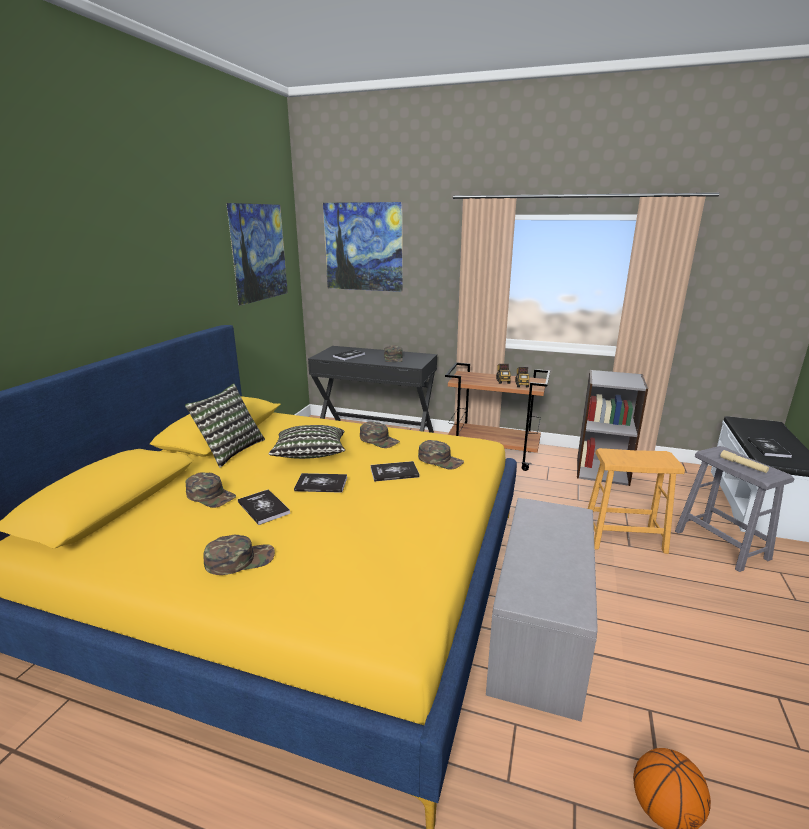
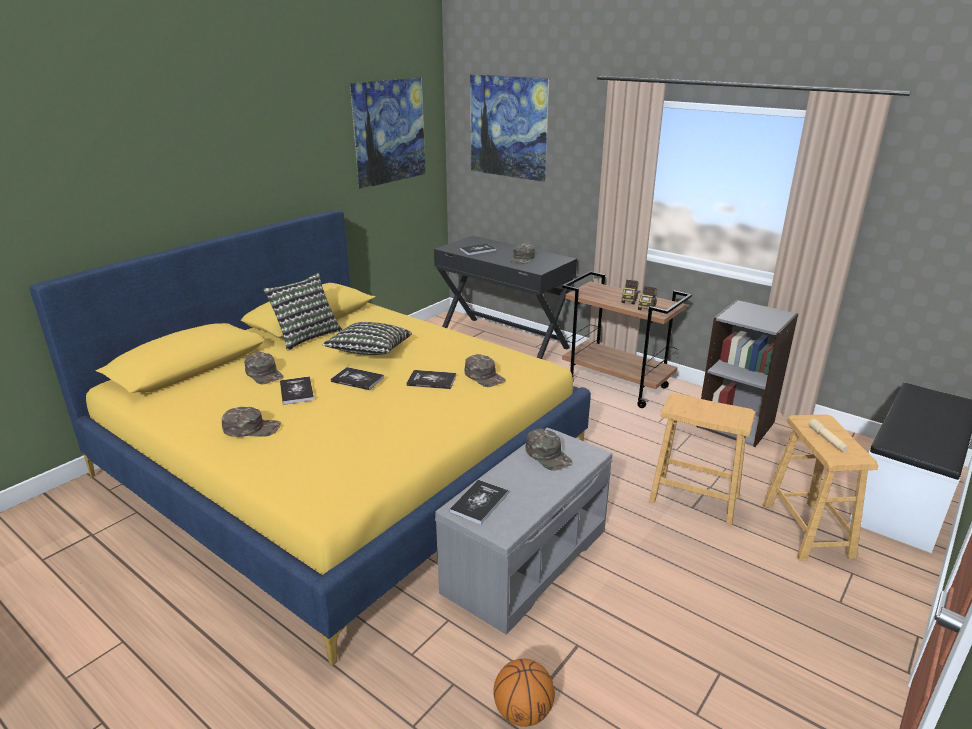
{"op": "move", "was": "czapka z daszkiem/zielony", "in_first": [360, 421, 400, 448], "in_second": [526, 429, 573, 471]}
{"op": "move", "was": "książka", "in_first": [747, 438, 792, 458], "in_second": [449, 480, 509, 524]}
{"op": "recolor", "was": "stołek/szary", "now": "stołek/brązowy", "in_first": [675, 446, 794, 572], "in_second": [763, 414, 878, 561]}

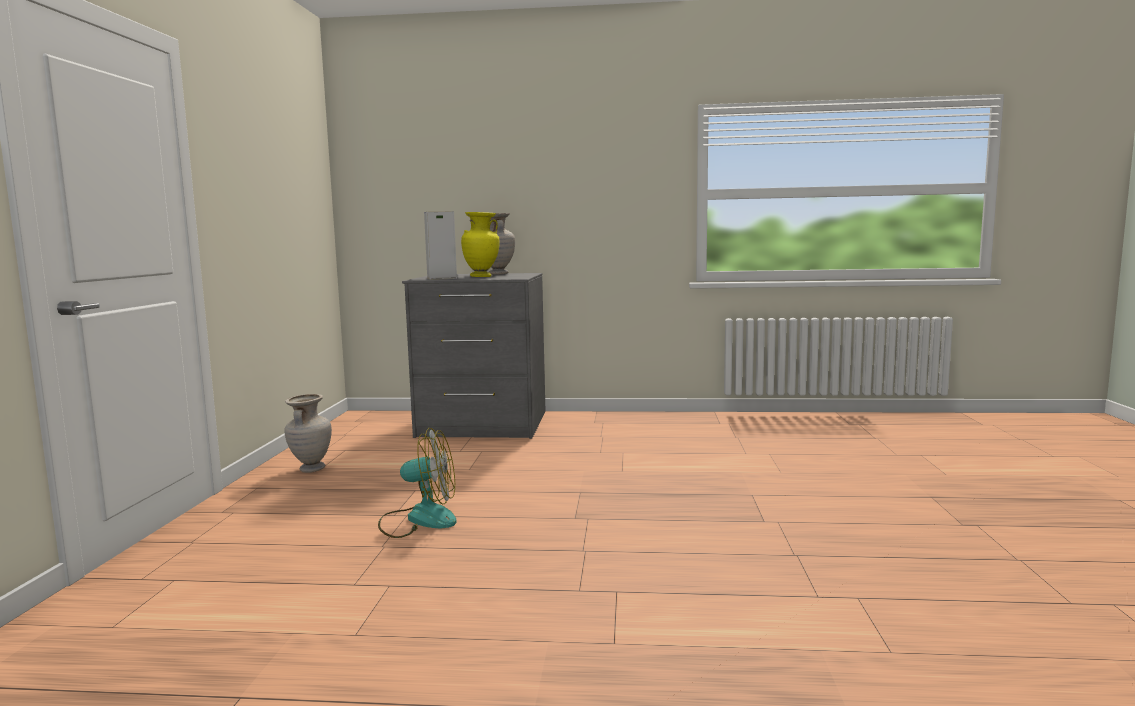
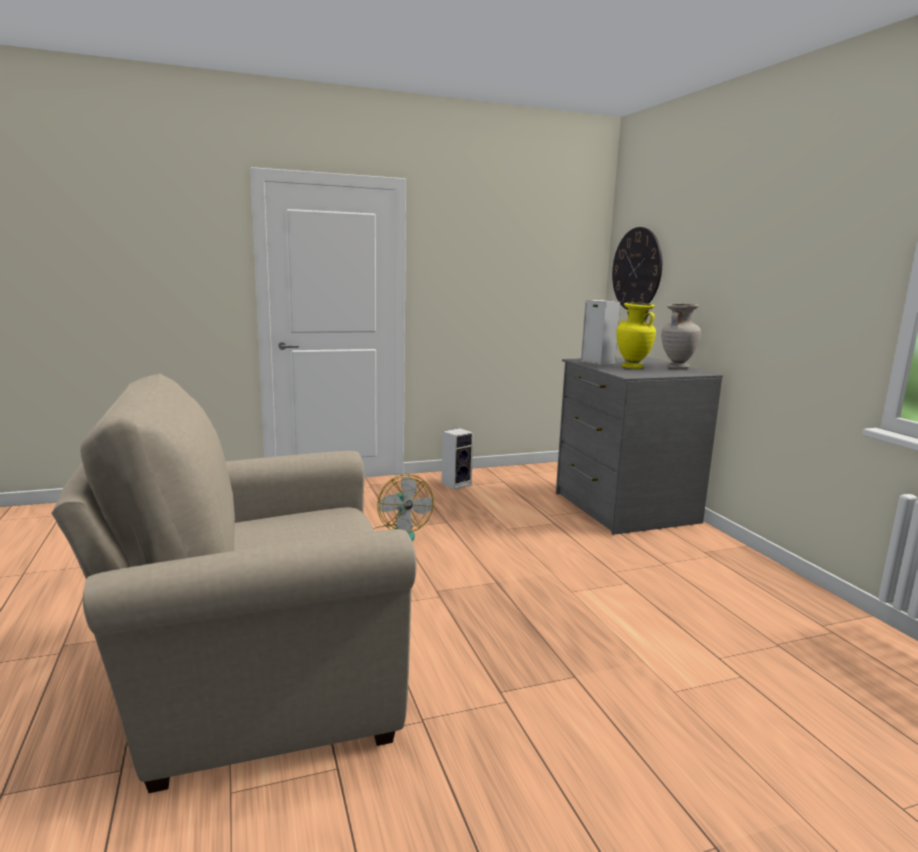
{"op": "insert", "now": "fotel/beżowy", "in_second": [51, 374, 417, 793]}
{"op": "insert", "now": "zegar ścienny", "in_second": [612, 227, 662, 310]}
{"op": "replace", "was": "wazon/beżowy", "now": "głośnik", "in_first": [284, 394, 332, 473], "in_second": [441, 428, 473, 490]}

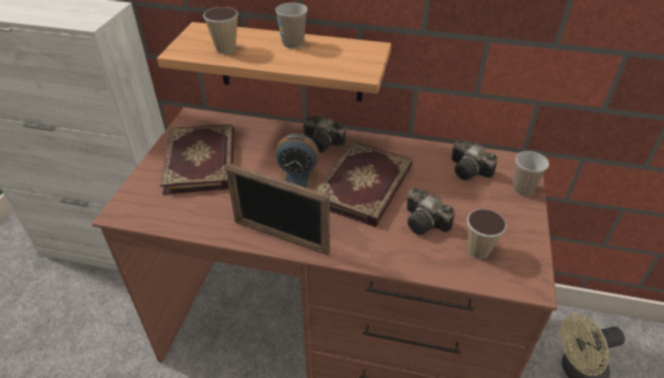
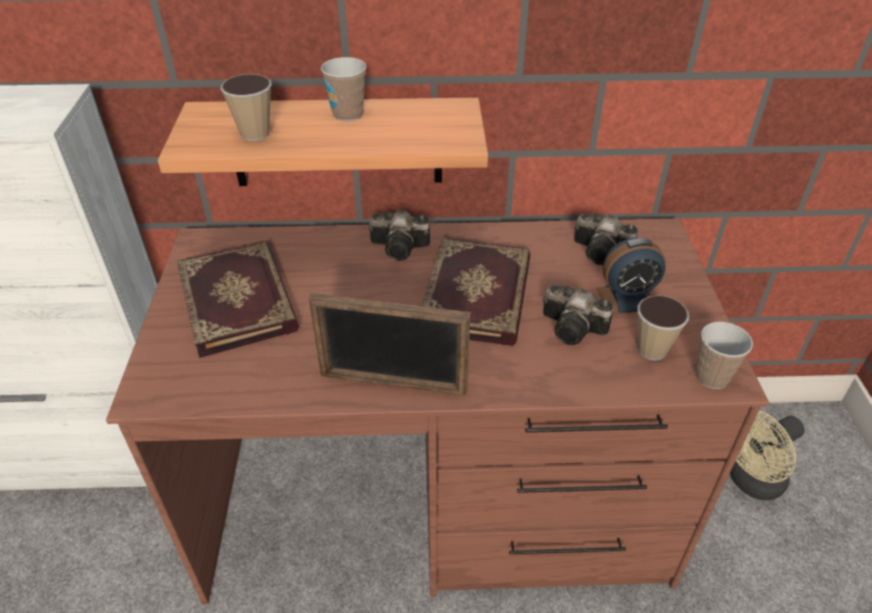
{"op": "move", "was": "budzik", "in_first": [275, 133, 319, 188], "in_second": [596, 238, 666, 314]}
{"op": "move", "was": "filiżanka", "in_first": [512, 151, 549, 196], "in_second": [696, 322, 753, 389]}

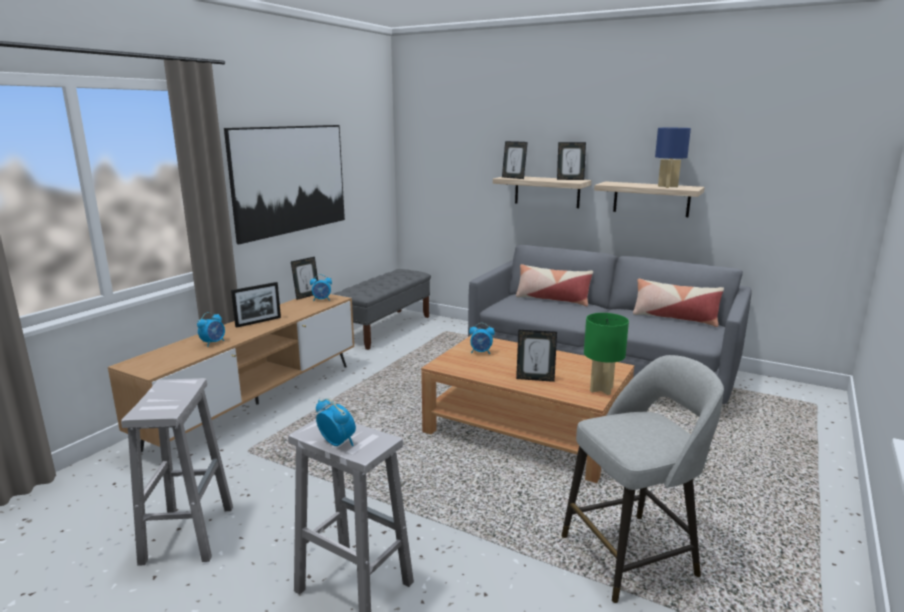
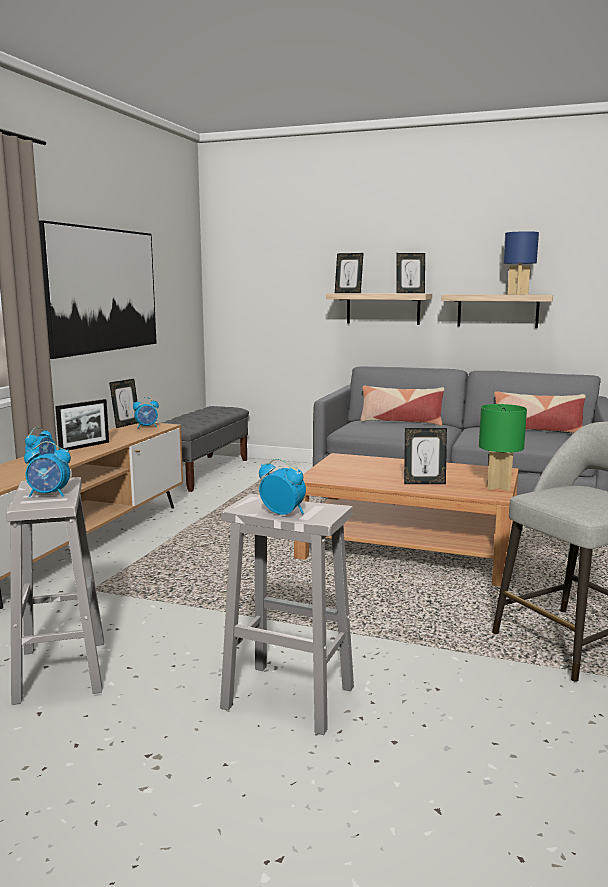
{"op": "move", "was": "budzik", "in_first": [469, 323, 495, 354], "in_second": [24, 441, 71, 497]}

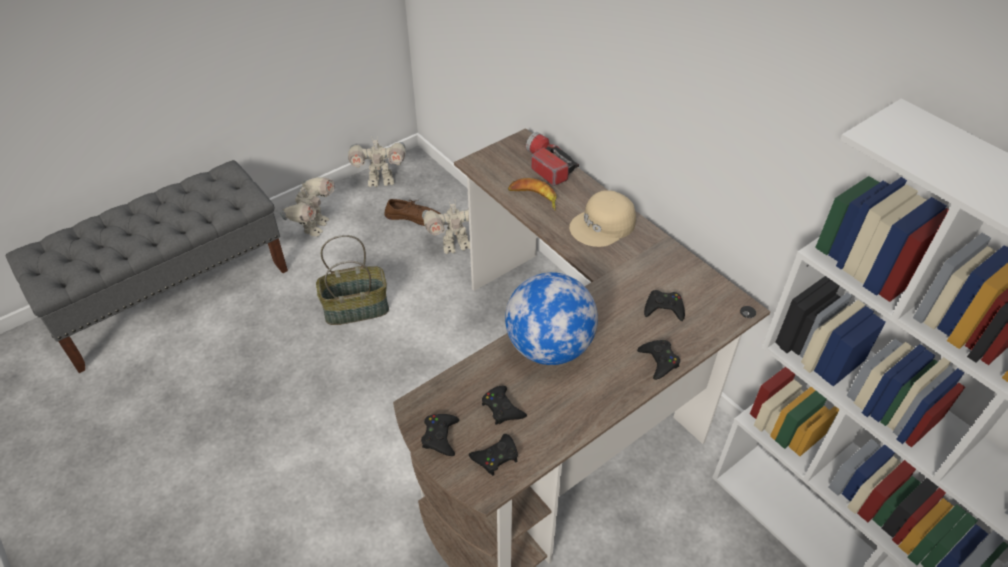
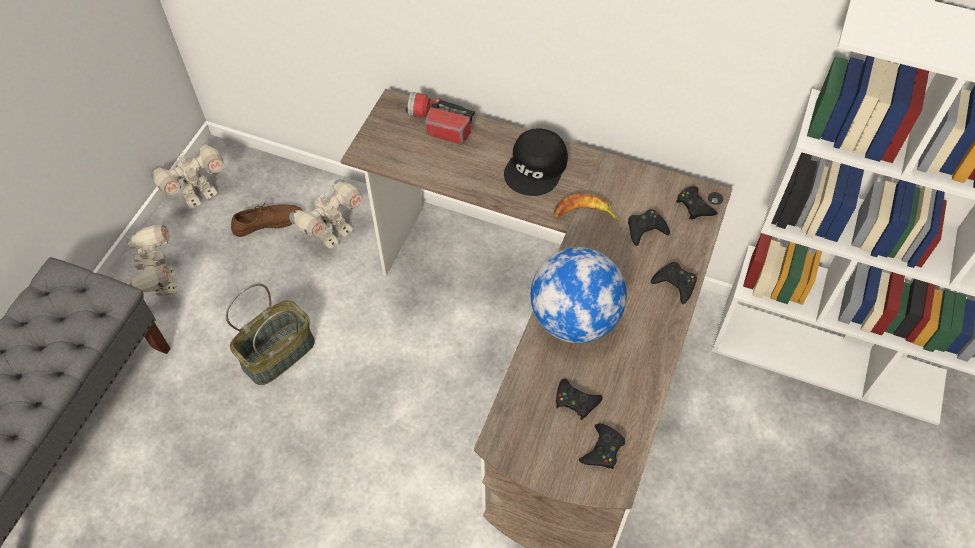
{"op": "move", "was": "pad do gier/czarny", "in_first": [421, 414, 459, 456], "in_second": [676, 186, 718, 220]}
{"op": "move", "was": "banan", "in_first": [508, 178, 557, 210], "in_second": [554, 193, 620, 222]}
{"op": "recolor", "was": "czapka z daszkiem/beżowy", "now": "czapka z daszkiem/czarny", "in_first": [569, 190, 636, 247], "in_second": [504, 128, 568, 196]}

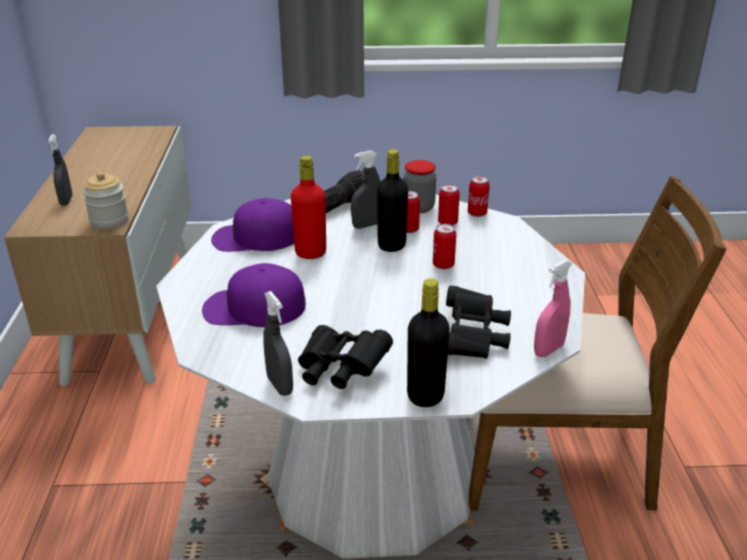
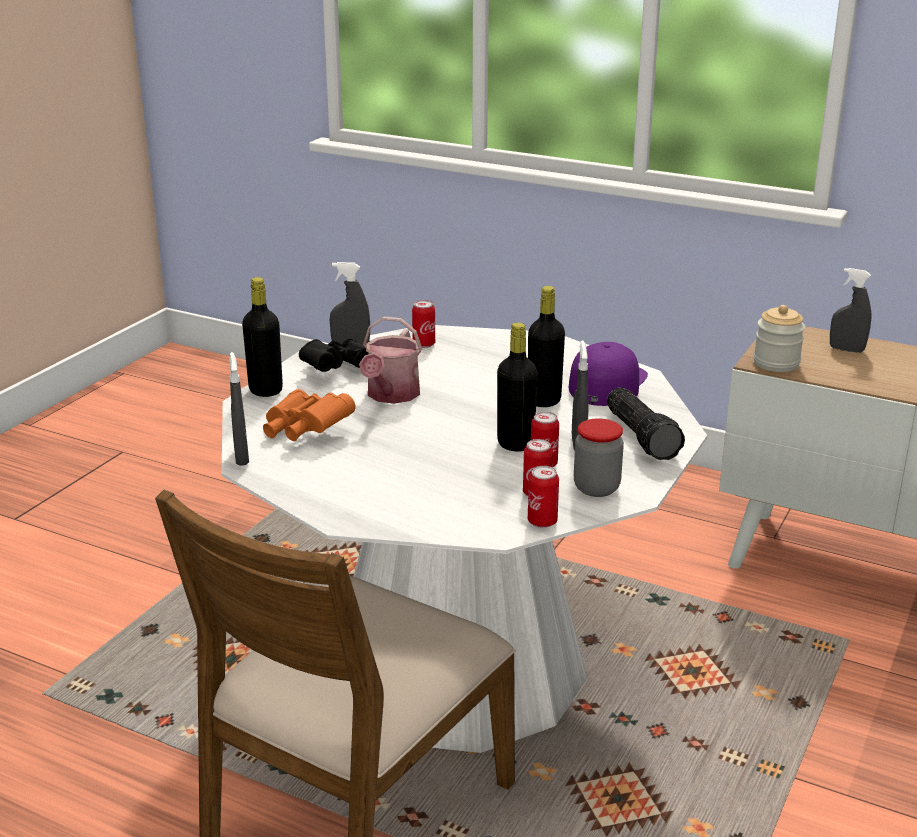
{"op": "delete", "was": "czapka z daszkiem/fioletowy", "in_first": [202, 263, 306, 327]}
{"op": "insert", "now": "konewka", "in_second": [359, 316, 423, 404]}
{"op": "move", "was": "puszka", "in_first": [433, 224, 456, 269], "in_second": [412, 300, 435, 348]}
{"op": "recolor", "was": "butelka/czerwony", "now": "butelka/czarny", "in_first": [291, 156, 326, 259], "in_second": [528, 286, 565, 407]}
{"op": "recolor", "was": "lornetka/czarny", "now": "lornetka/pomarańczowy", "in_first": [446, 285, 511, 359], "in_second": [263, 389, 356, 441]}
{"op": "recolor", "was": "spryskiwacz/różowy", "now": "spryskiwacz/szary", "in_first": [534, 260, 572, 357], "in_second": [229, 352, 249, 466]}

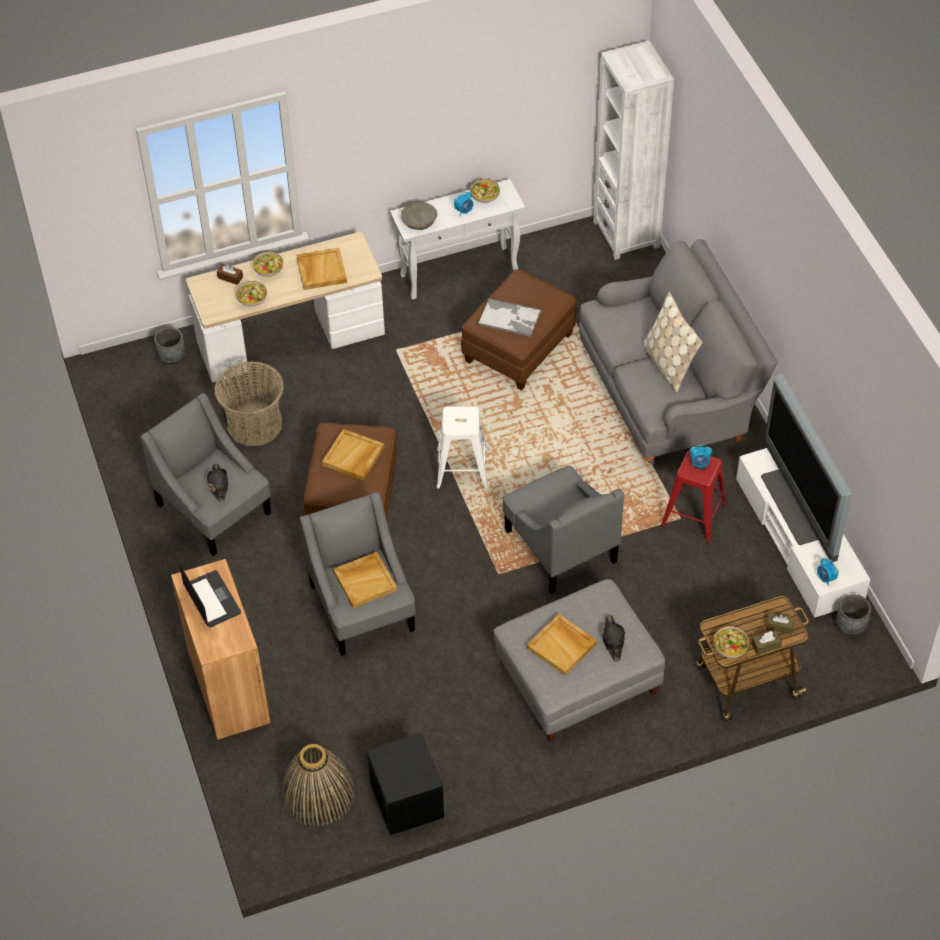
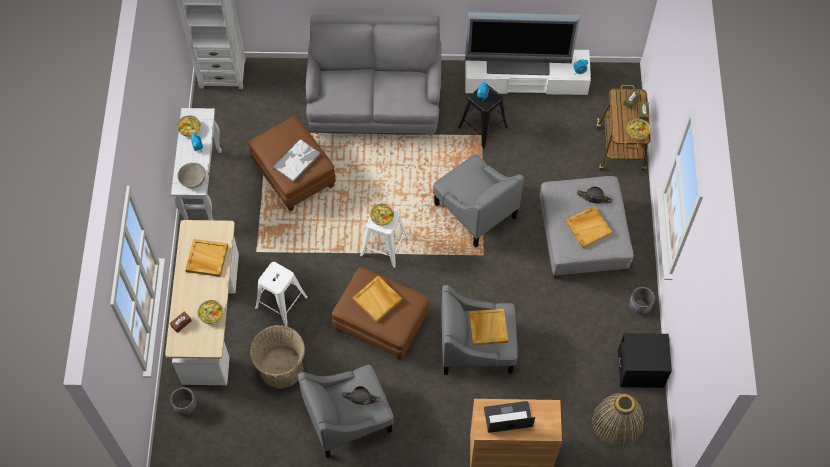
{"op": "delete", "was": "poduszka/beżowy", "in_first": [643, 292, 703, 393]}
{"op": "insert", "now": "stołek/biały", "in_second": [255, 262, 308, 326]}
{"op": "move", "was": "miska", "in_first": [252, 252, 283, 277], "in_second": [370, 204, 394, 226]}
{"op": "move", "was": "donica/szary", "in_first": [836, 594, 871, 635], "in_second": [629, 287, 655, 315]}
{"op": "recolor", "was": "stołek/czerwony", "now": "stołek/czarny", "in_first": [661, 450, 727, 543], "in_second": [458, 85, 508, 149]}
{"op": "rotate", "was": "fotel/szary", "in_first": [503, 466, 624, 594], "in_second": [433, 154, 524, 248], "clockwise": 60}

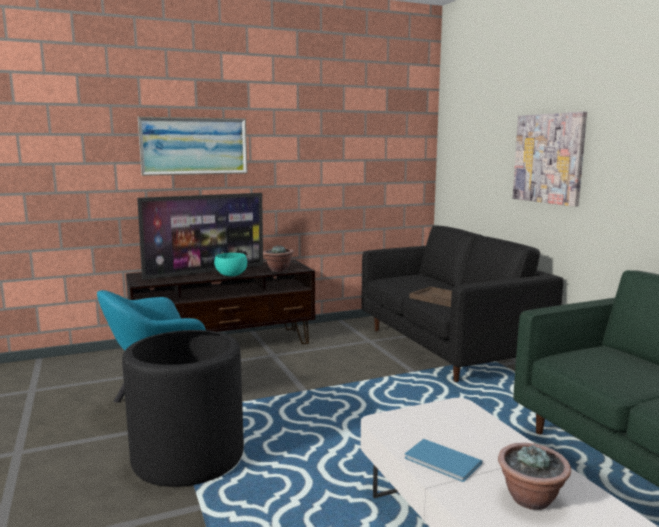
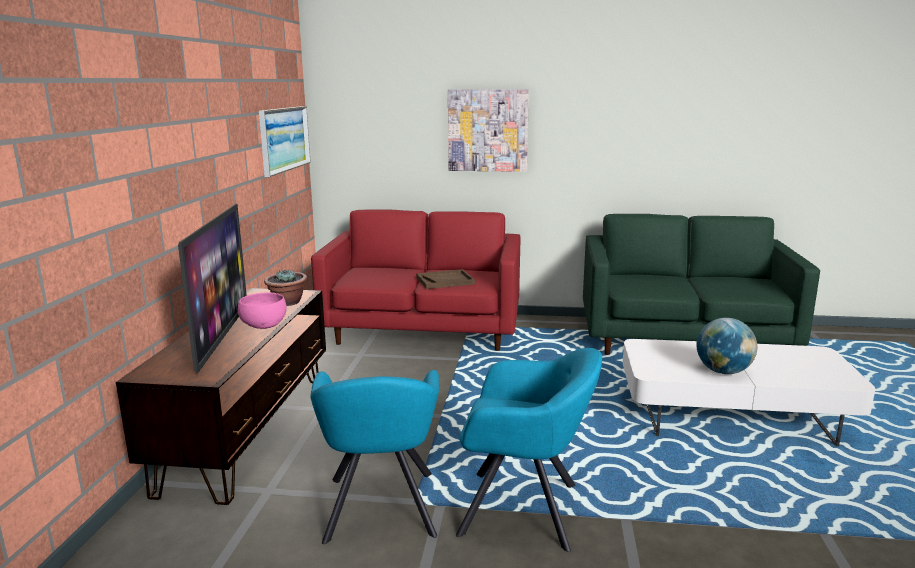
{"op": "delete", "was": "roślina doniczkowa", "in_first": [498, 443, 571, 510]}
{"op": "move", "was": "obraz", "in_first": [138, 117, 247, 176], "in_second": [259, 106, 311, 177]}
{"op": "replace", "was": "donica/czarny", "now": "fotel/turkusowy", "in_first": [122, 330, 244, 487], "in_second": [456, 348, 602, 552]}
{"op": "replace", "was": "książka/niebieski", "now": "globus", "in_first": [404, 439, 482, 482], "in_second": [697, 318, 757, 374]}
{"op": "recolor", "was": "miska/turkusowy", "now": "miska/różowy", "in_first": [214, 253, 247, 276], "in_second": [238, 292, 287, 329]}
{"op": "recolor", "was": "kanapa/czarny", "now": "kanapa/czerwony", "in_first": [361, 225, 564, 382], "in_second": [311, 210, 520, 351]}

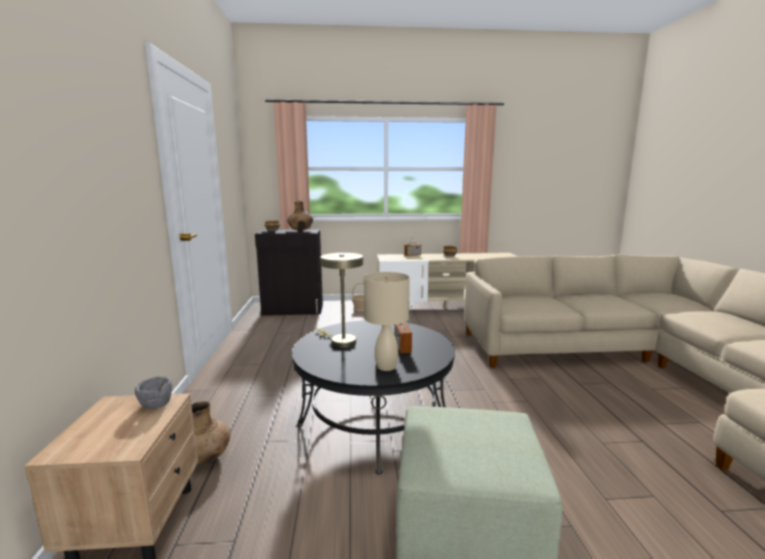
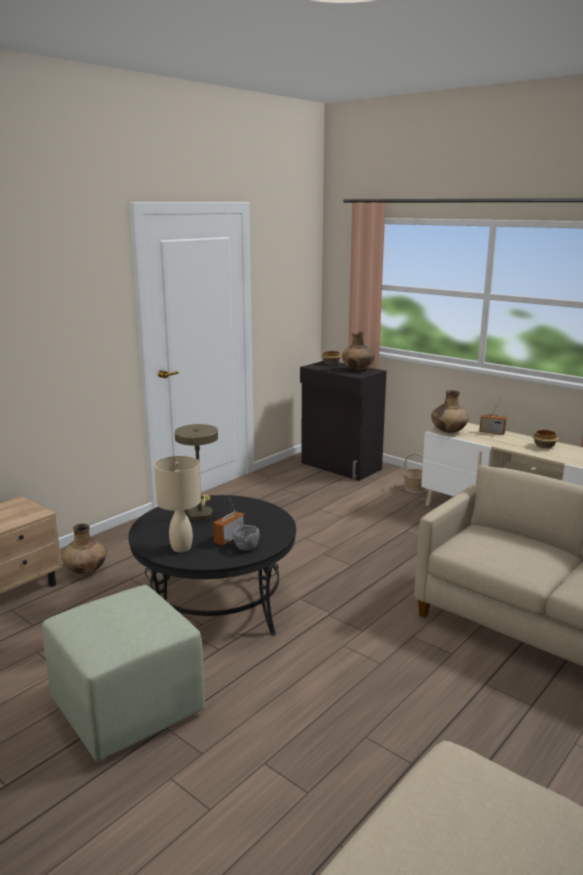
{"op": "insert", "now": "wazon/brązowy", "in_second": [431, 390, 469, 433]}
{"op": "move", "was": "miska/szary", "in_first": [135, 377, 172, 409], "in_second": [233, 525, 260, 551]}

